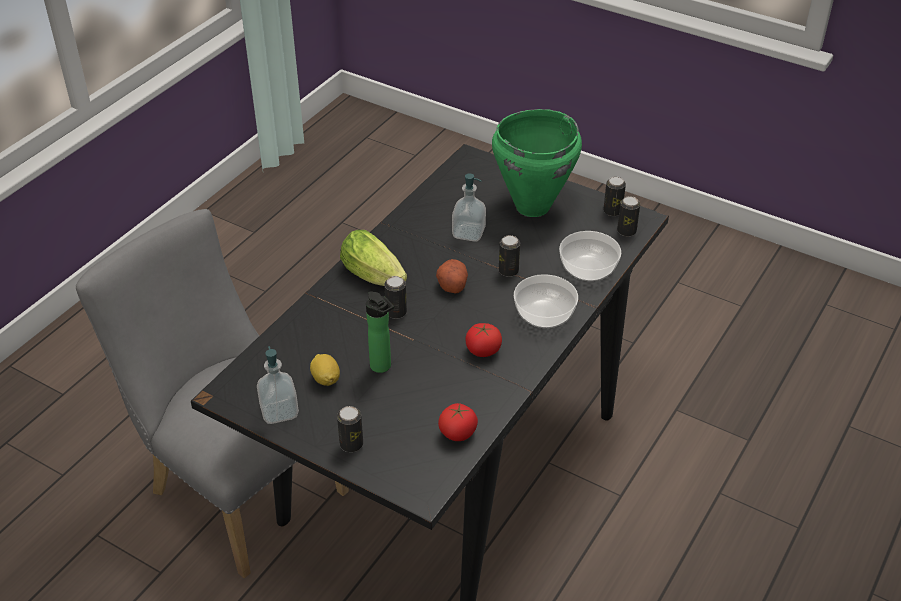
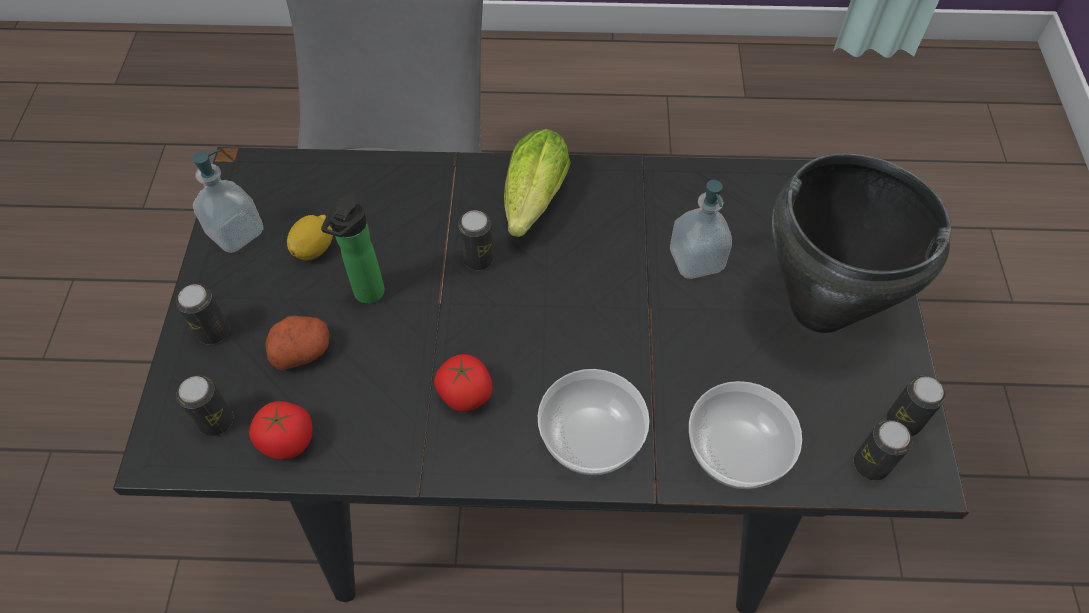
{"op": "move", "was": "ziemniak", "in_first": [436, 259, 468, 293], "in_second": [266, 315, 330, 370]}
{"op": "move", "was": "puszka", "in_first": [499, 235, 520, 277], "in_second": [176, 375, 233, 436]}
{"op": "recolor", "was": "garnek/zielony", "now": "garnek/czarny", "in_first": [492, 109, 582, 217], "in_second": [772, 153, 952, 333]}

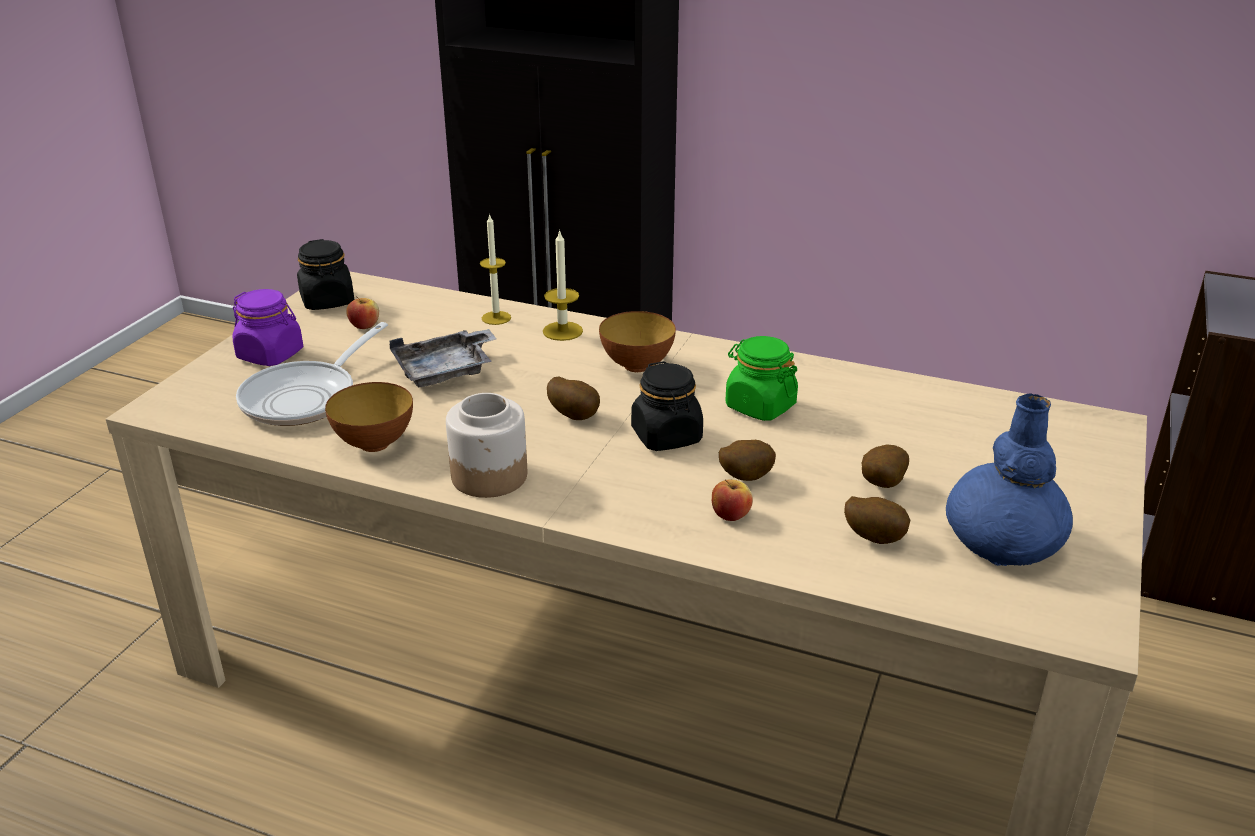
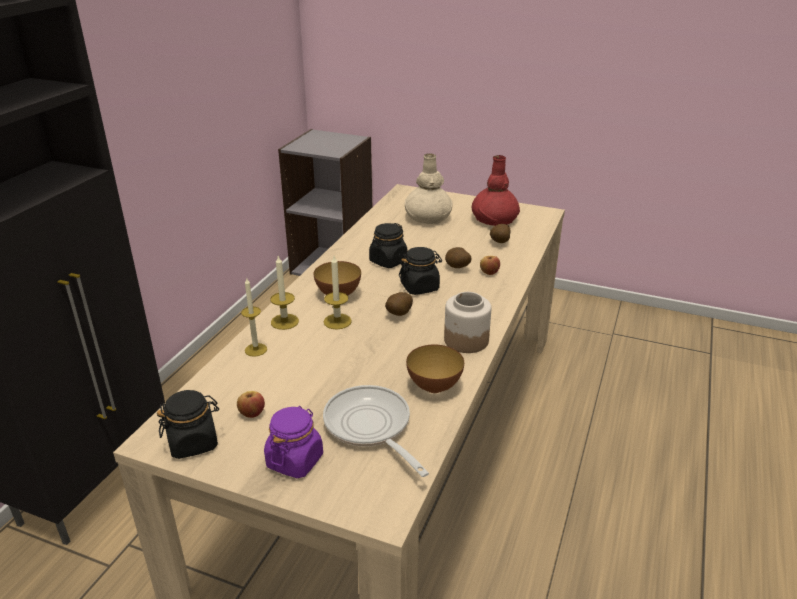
{"op": "delete", "was": "taca/szary", "in_first": [390, 329, 496, 387]}
{"op": "delete", "was": "ziemniak", "in_first": [861, 444, 909, 488]}
{"op": "insert", "now": "świeca", "in_second": [324, 256, 352, 329]}
{"op": "insert", "now": "wazon/beżowy", "in_second": [405, 154, 452, 224]}
{"op": "recolor", "was": "słoik/zielony", "now": "słoik/czarny", "in_first": [725, 336, 798, 421], "in_second": [369, 223, 408, 268]}
{"op": "recolor", "was": "wazon/niebieski", "now": "wazon/czerwony", "in_first": [946, 393, 1073, 566], "in_second": [472, 155, 520, 226]}
{"op": "rotate", "was": "patelnia", "in_first": [236, 322, 388, 426], "in_second": [323, 385, 429, 477], "clockwise": -150}

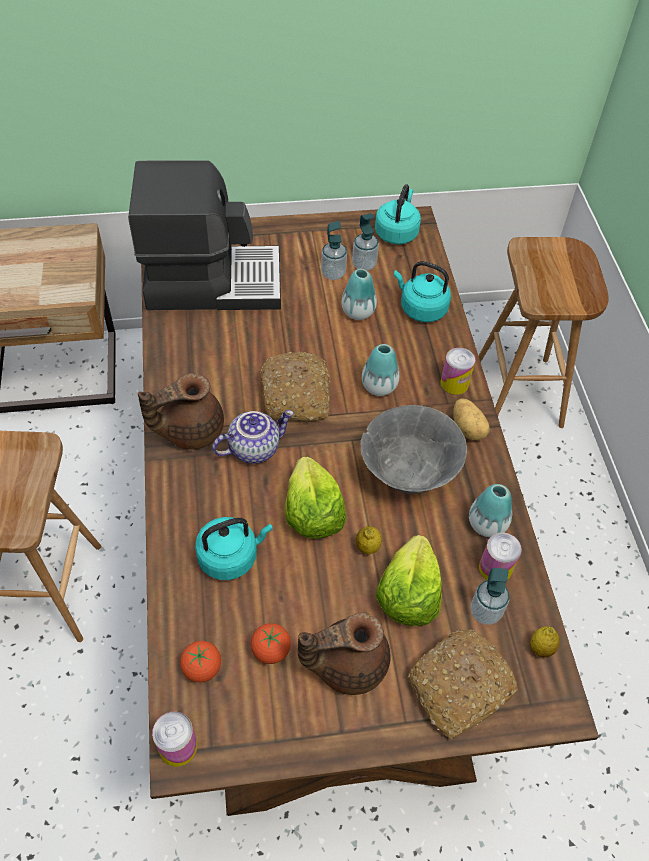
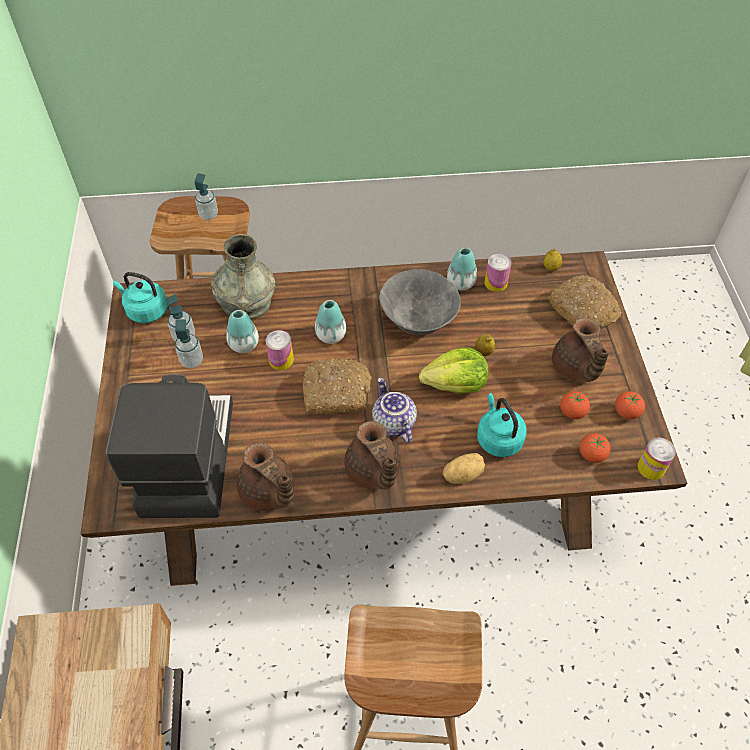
{"op": "delete", "was": "sałata", "in_first": [376, 535, 442, 626]}
{"op": "insert", "now": "imbryk/brązowy", "in_second": [237, 443, 294, 511]}
{"op": "insert", "now": "pomidor", "in_second": [615, 391, 645, 420]}
{"op": "move", "was": "puszka", "in_first": [440, 348, 475, 395], "in_second": [266, 330, 294, 370]}
{"op": "move", "was": "ziemniak", "in_first": [453, 398, 490, 440], "in_second": [443, 453, 485, 484]}
{"op": "move", "was": "dozownik mydła", "in_first": [471, 568, 509, 625], "in_second": [195, 173, 218, 220]}
{"op": "replace", "was": "czajnik/turkusowy", "now": "wazon/szary", "in_first": [394, 261, 451, 322], "in_second": [211, 234, 276, 319]}

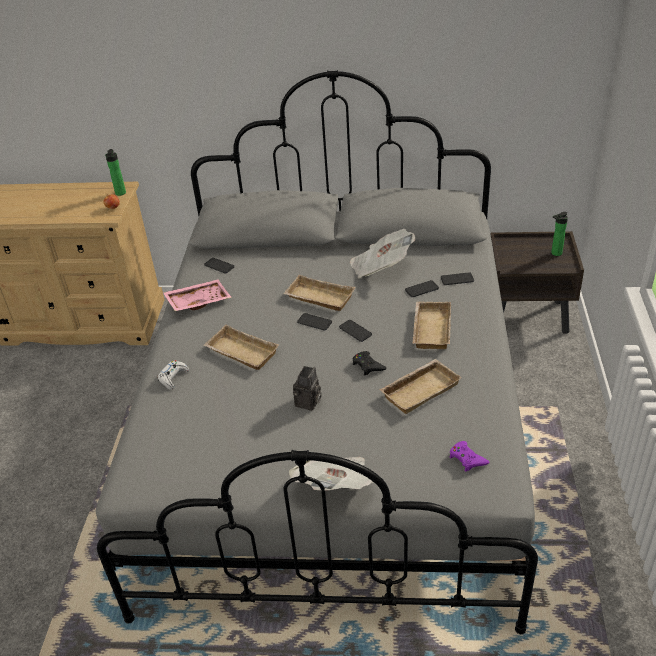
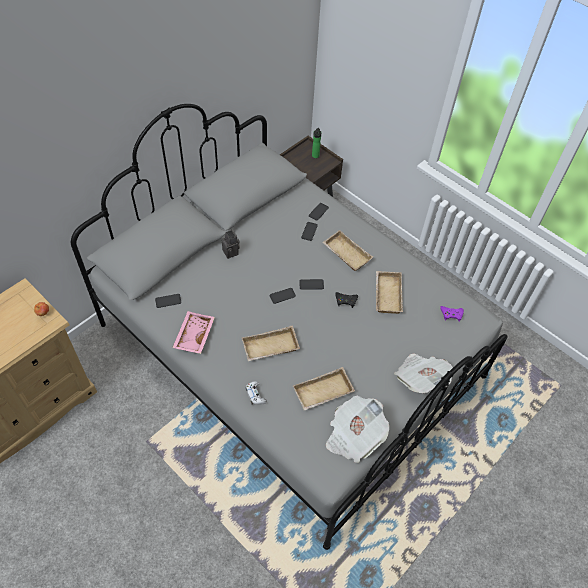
{"op": "delete", "was": "butelka", "in_first": [105, 149, 126, 196]}
{"op": "move", "was": "taca/beżowy", "in_first": [283, 275, 355, 311], "in_second": [293, 367, 355, 411]}
{"op": "move", "was": "aparat fotograficzny", "in_first": [293, 366, 322, 411], "in_second": [222, 229, 240, 259]}
{"op": "move", "was": "gazeta", "in_first": [350, 229, 415, 279], "in_second": [326, 396, 389, 463]}

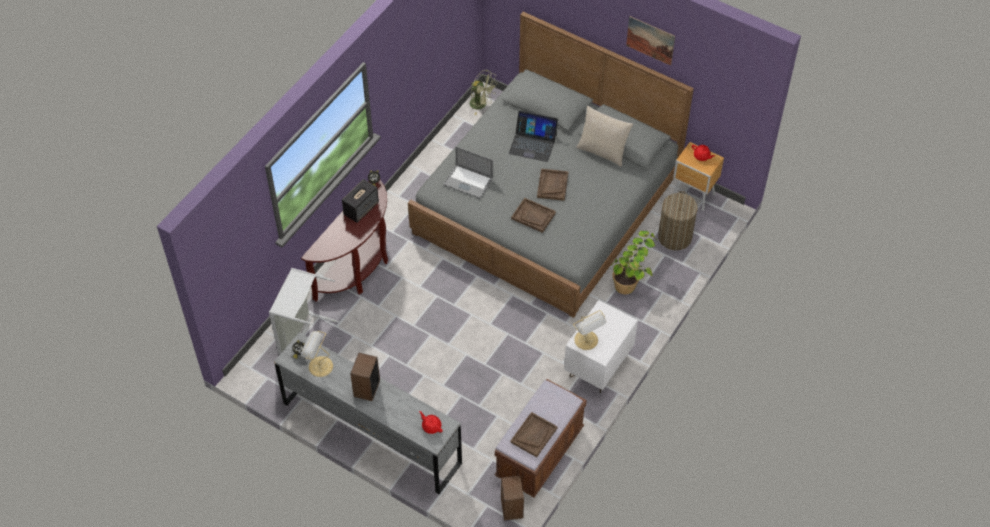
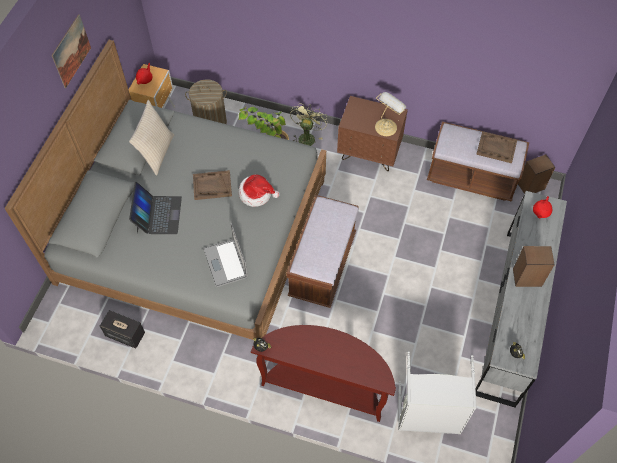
{"op": "delete", "was": "lampa stołowa", "in_first": [301, 331, 333, 377]}
{"op": "insert", "now": "ławka/brązowy", "in_second": [287, 195, 359, 308]}
{"op": "move", "was": "głośnik", "in_first": [342, 179, 379, 223], "in_second": [100, 310, 145, 349]}
{"op": "move", "was": "wentylator/zielony", "in_first": [469, 70, 498, 115], "in_second": [290, 103, 328, 146]}
{"op": "replace", "was": "taca/brązowy", "now": "kapelusz", "in_first": [511, 198, 556, 233], "in_second": [239, 175, 280, 207]}
{"op": "recolor", "was": "szafka nocna/biały", "now": "szafka nocna/brązowy", "in_first": [564, 300, 638, 393], "in_second": [337, 96, 408, 171]}
{"op": "rotate", "was": "laptop", "in_first": [444, 146, 493, 199], "in_second": [203, 223, 248, 287], "clockwise": 150}

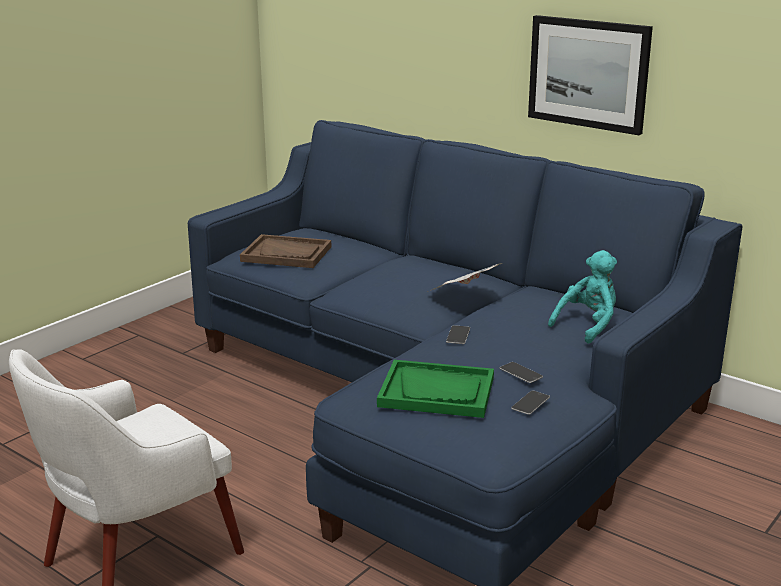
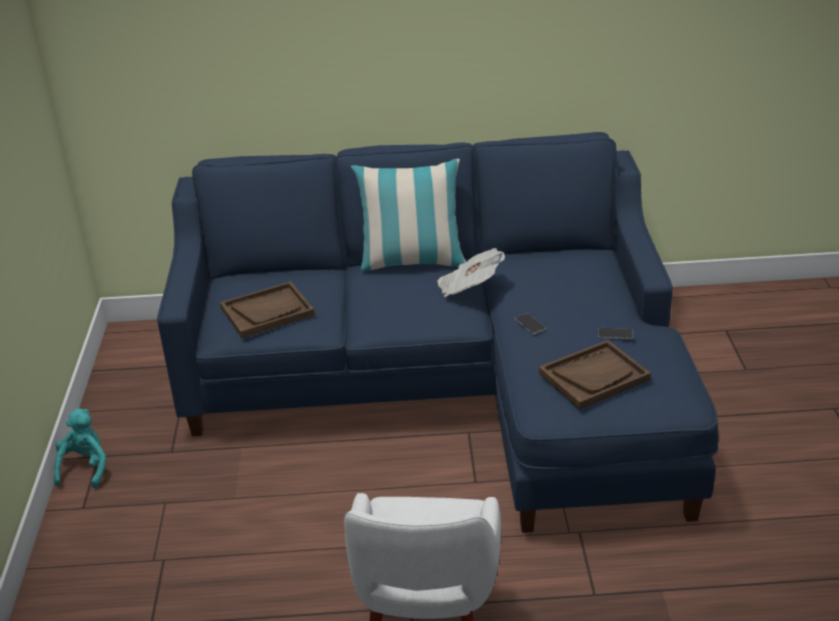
{"op": "delete", "was": "telefon", "in_first": [511, 390, 550, 415]}
{"op": "delete", "was": "obraz", "in_first": [528, 15, 653, 135]}
{"op": "insert", "now": "poduszka", "in_second": [350, 159, 466, 271]}
{"op": "move", "was": "pluszak/turkusowy", "in_first": [548, 250, 617, 343], "in_second": [54, 409, 106, 488]}
{"op": "recolor", "was": "taca/zielony", "now": "taca/brązowy", "in_first": [377, 360, 494, 418], "in_second": [539, 340, 651, 409]}

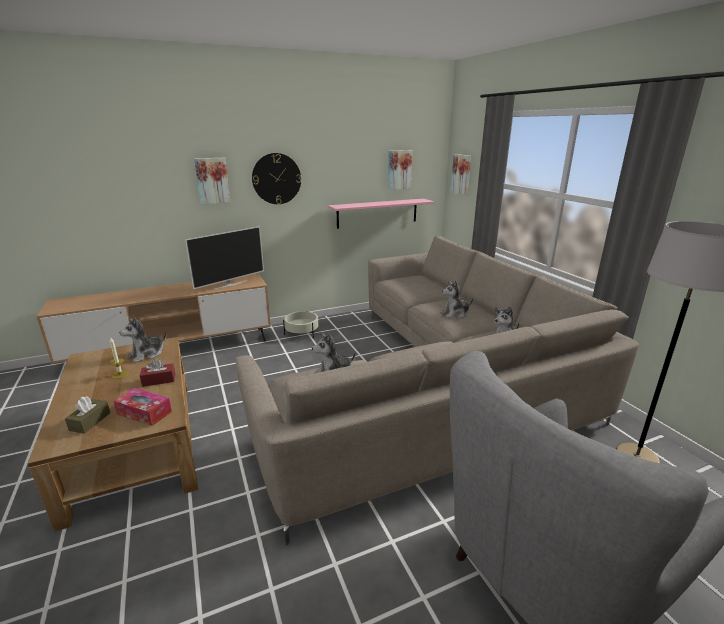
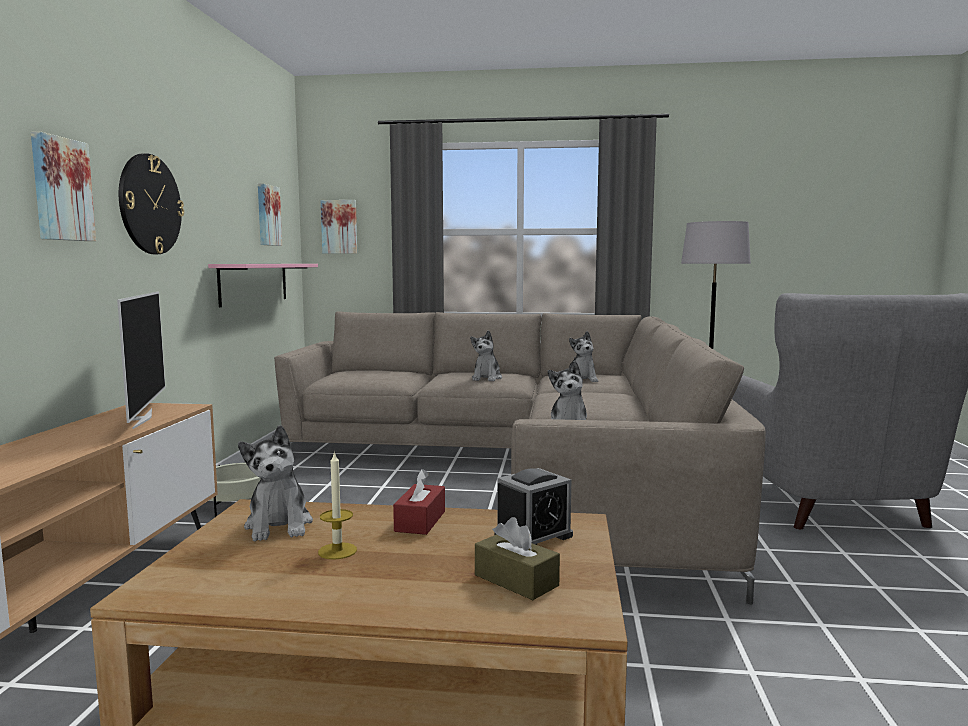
{"op": "replace", "was": "pudełko chusteczek", "now": "budzik", "in_first": [113, 388, 172, 426], "in_second": [494, 468, 573, 545]}

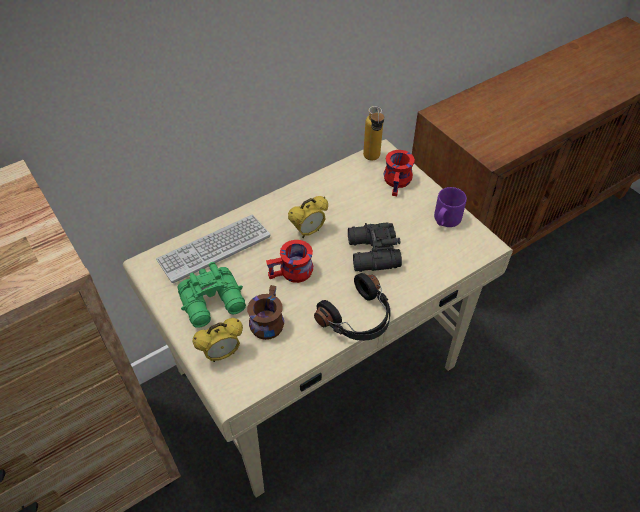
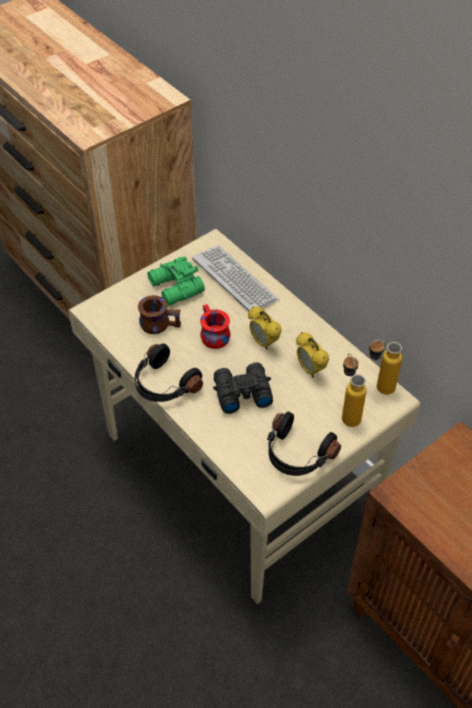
{"op": "move", "was": "budzik", "in_first": [193, 318, 243, 362], "in_second": [296, 332, 329, 378]}
{"op": "replace", "was": "kubek/czerwony", "now": "butelka", "in_first": [384, 150, 415, 196], "in_second": [342, 353, 367, 427]}
{"op": "replace", "was": "kubek/fioletowy", "now": "słuchawki/czarny", "in_first": [434, 187, 467, 227], "in_second": [267, 412, 341, 476]}

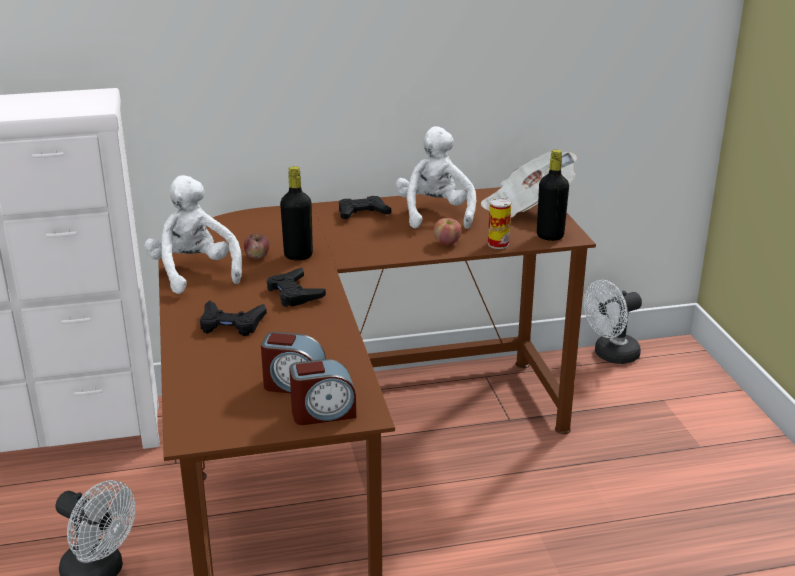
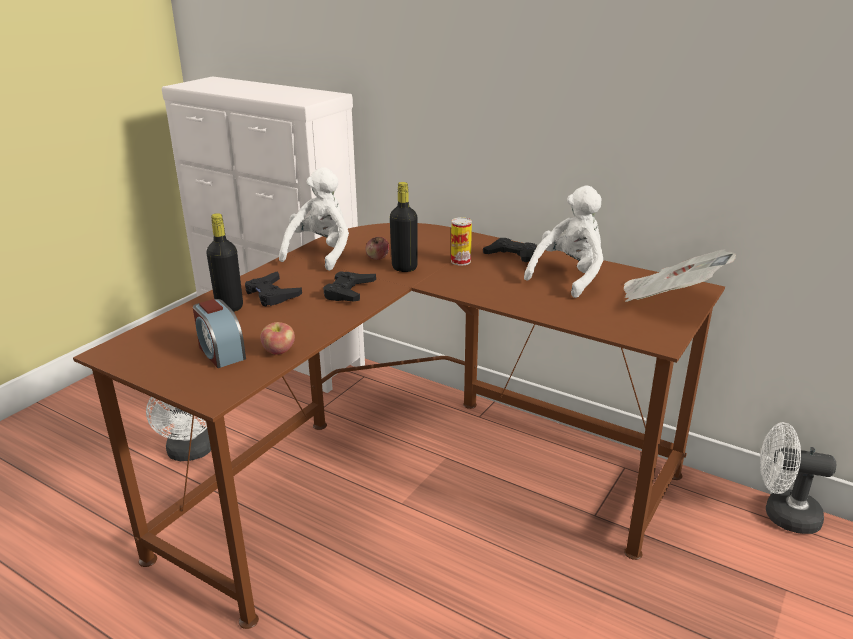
{"op": "delete", "was": "budzik", "in_first": [289, 359, 356, 425]}
{"op": "move", "was": "jabłko", "in_first": [434, 218, 462, 245], "in_second": [260, 322, 295, 355]}
{"op": "move", "was": "puszka", "in_first": [488, 198, 511, 249], "in_second": [451, 217, 472, 266]}
{"op": "move", "was": "butelka/czarny", "in_first": [537, 150, 569, 241], "in_second": [207, 213, 243, 312]}

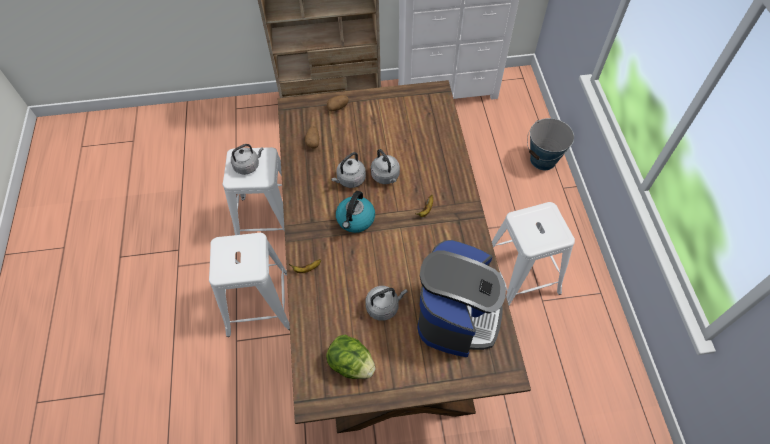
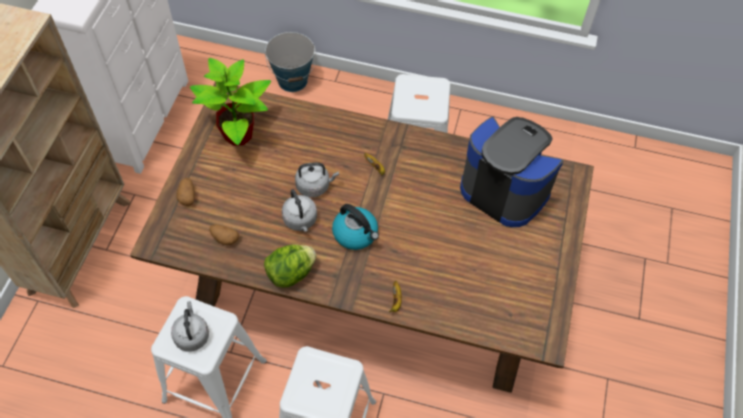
{"op": "delete", "was": "czajnik/szary", "in_first": [365, 286, 408, 321]}
{"op": "insert", "now": "roślina doniczkowa", "in_second": [190, 58, 271, 146]}
{"op": "move", "was": "sałata", "in_first": [326, 335, 376, 379], "in_second": [264, 244, 316, 288]}

